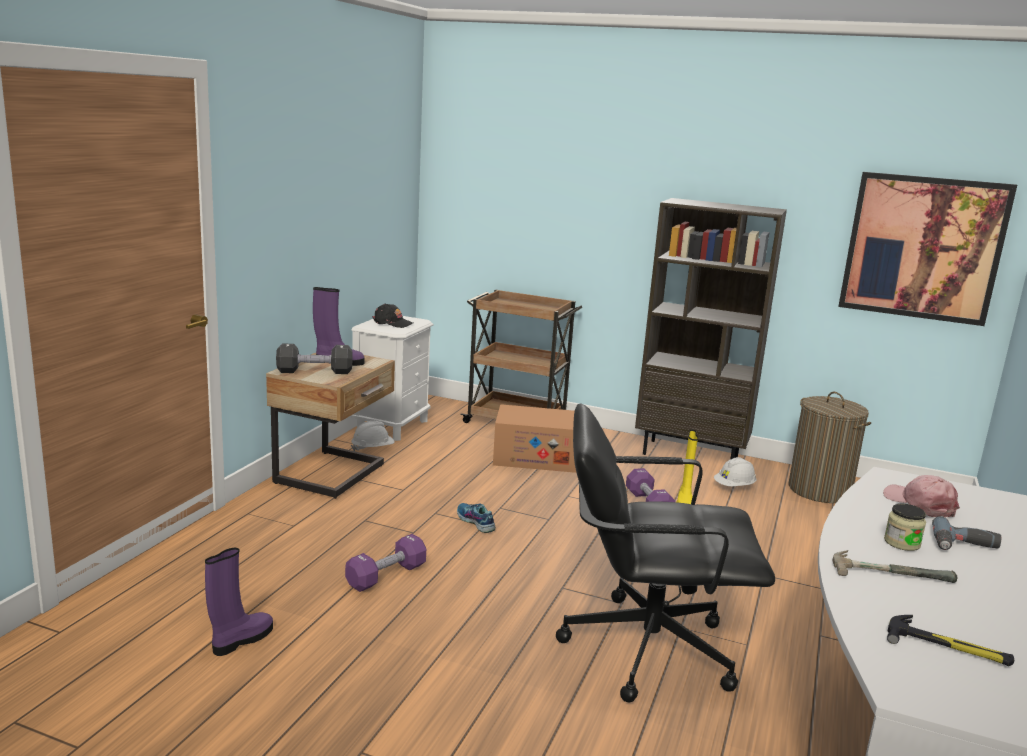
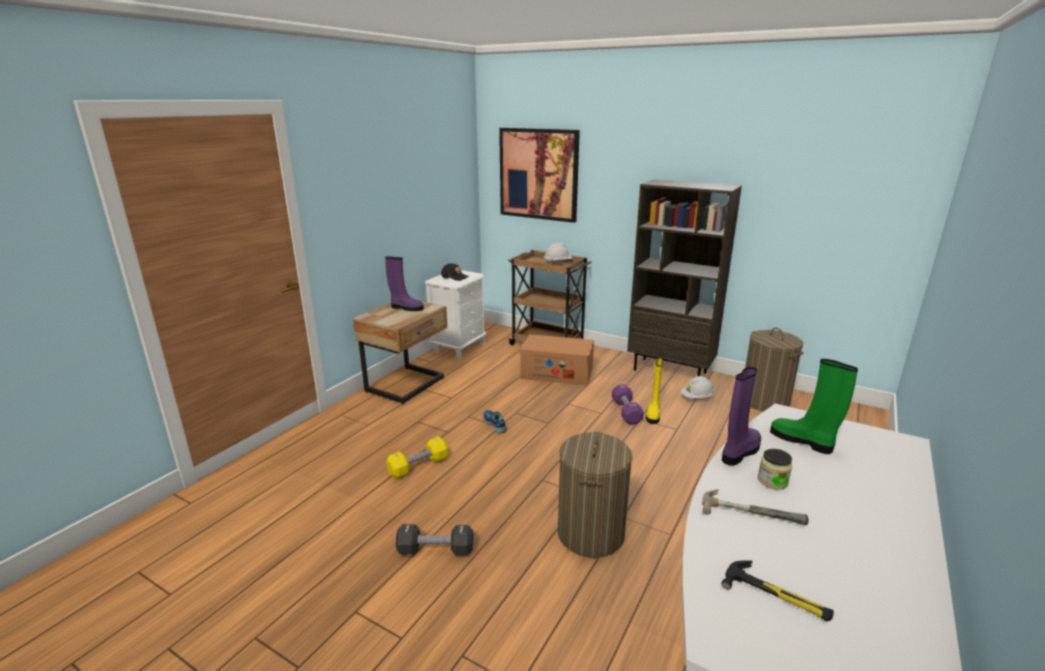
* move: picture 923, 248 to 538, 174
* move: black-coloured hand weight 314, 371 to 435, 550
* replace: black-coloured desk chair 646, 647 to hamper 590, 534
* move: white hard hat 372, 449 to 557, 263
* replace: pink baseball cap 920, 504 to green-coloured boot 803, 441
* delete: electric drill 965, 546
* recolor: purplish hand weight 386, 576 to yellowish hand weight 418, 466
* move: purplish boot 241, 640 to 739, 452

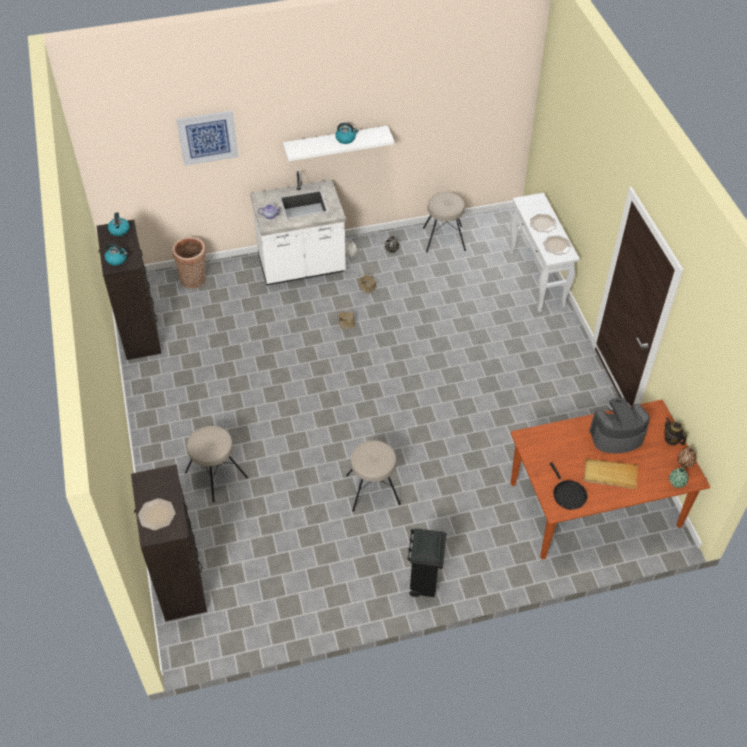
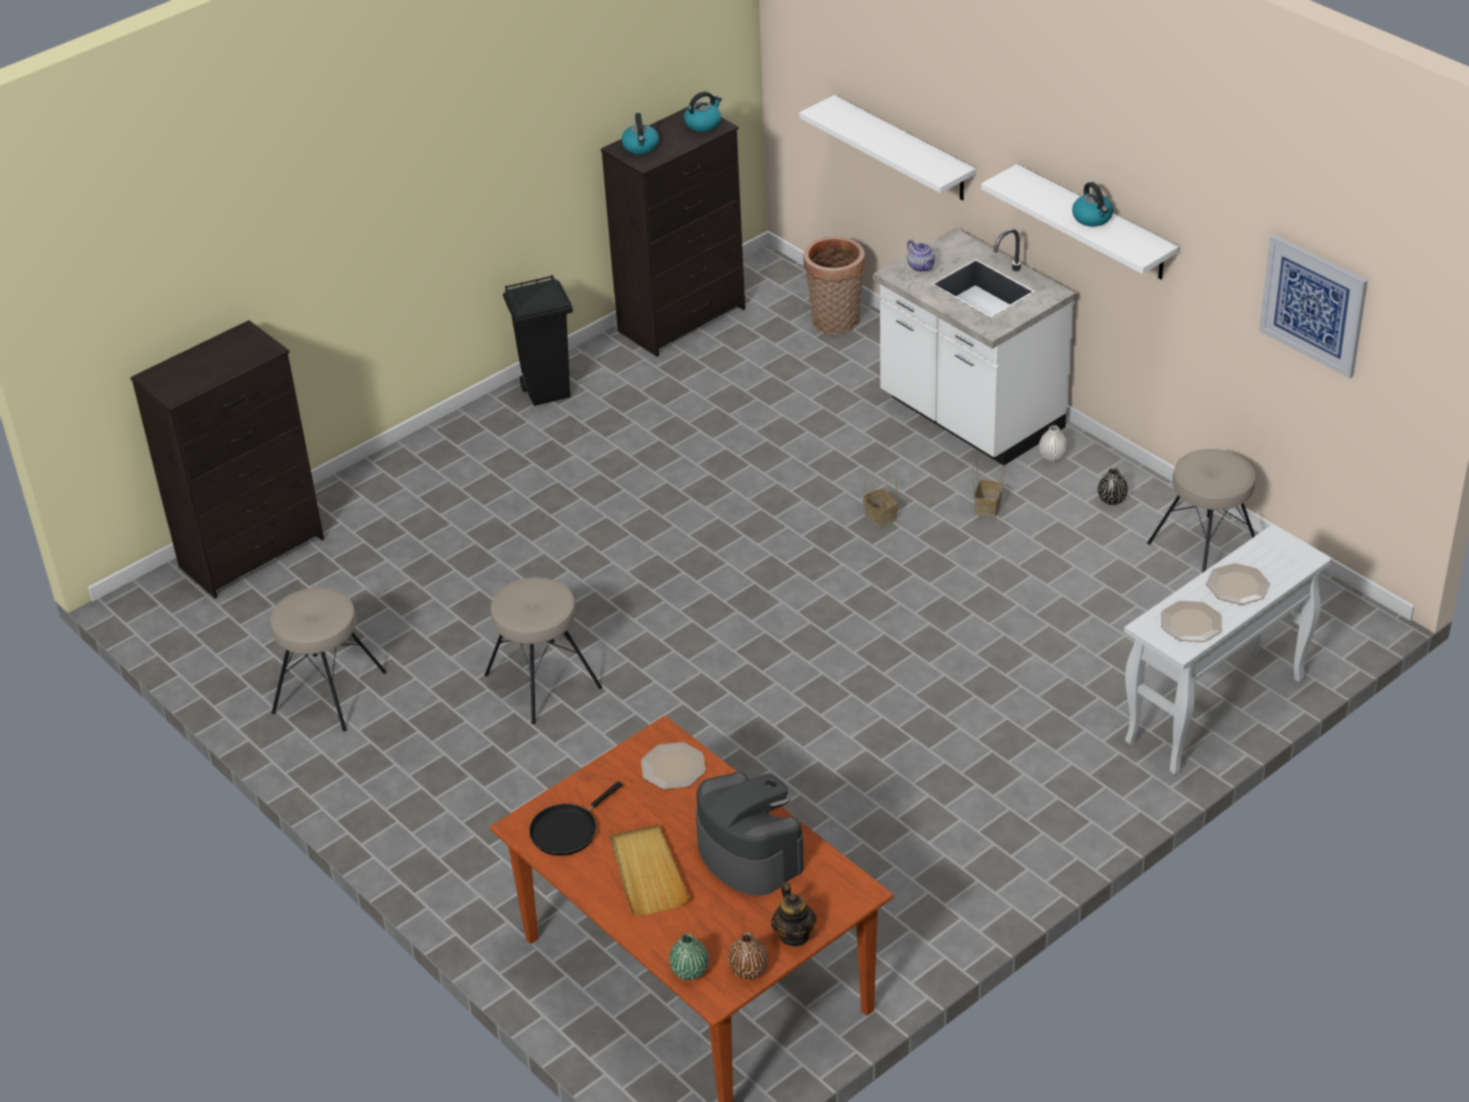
* move: picture 207, 137 to 1313, 305
* rotate: tea pot 671, 440 = 794, 935 135 degrees clockwise
* move: beige-coloured stool 216, 475 to 328, 692
* move: dinner plate 157, 514 to 674, 767
* move: black-coloured waste bin 423, 584 to 548, 392
* insert: white wall shelf 903, 149

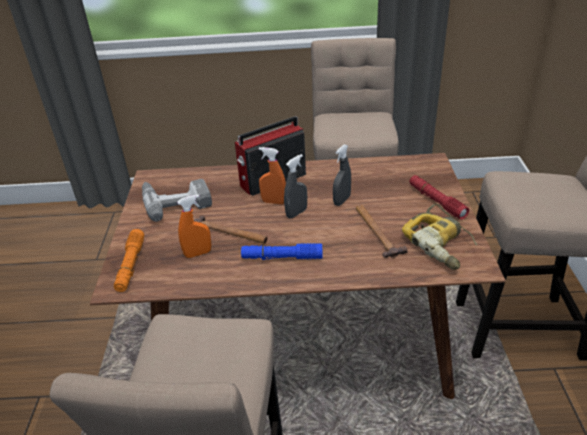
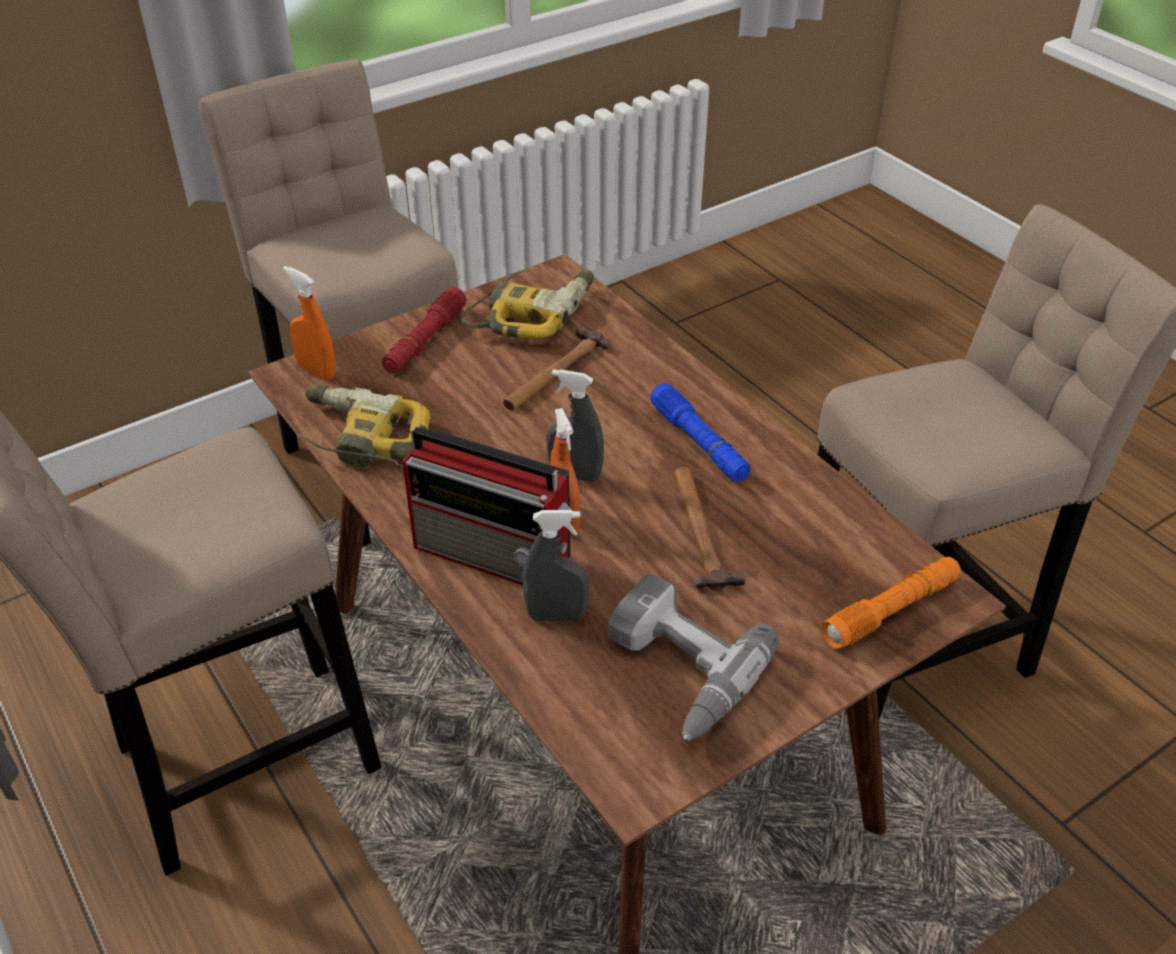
* move: grey hand sprayer 342, 200 to 556, 616
* move: orangey hand sprayer 198, 253 to 317, 371
* insert: electric drill 360, 440

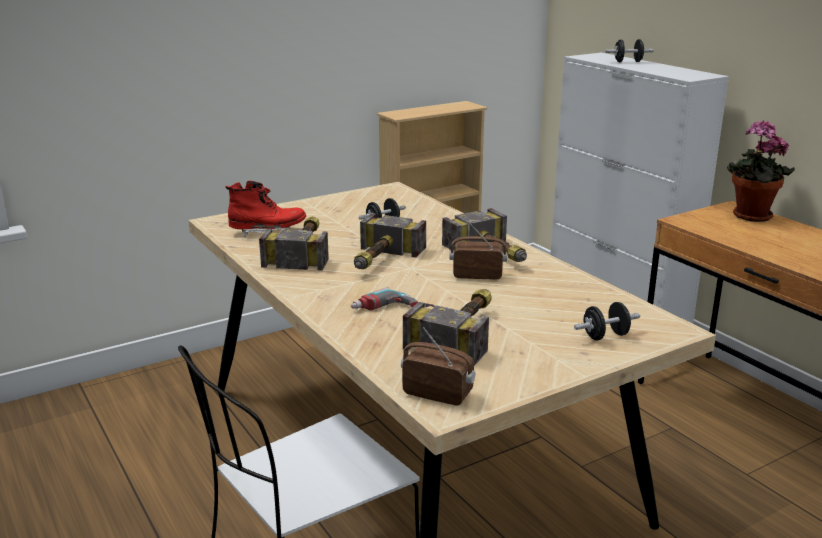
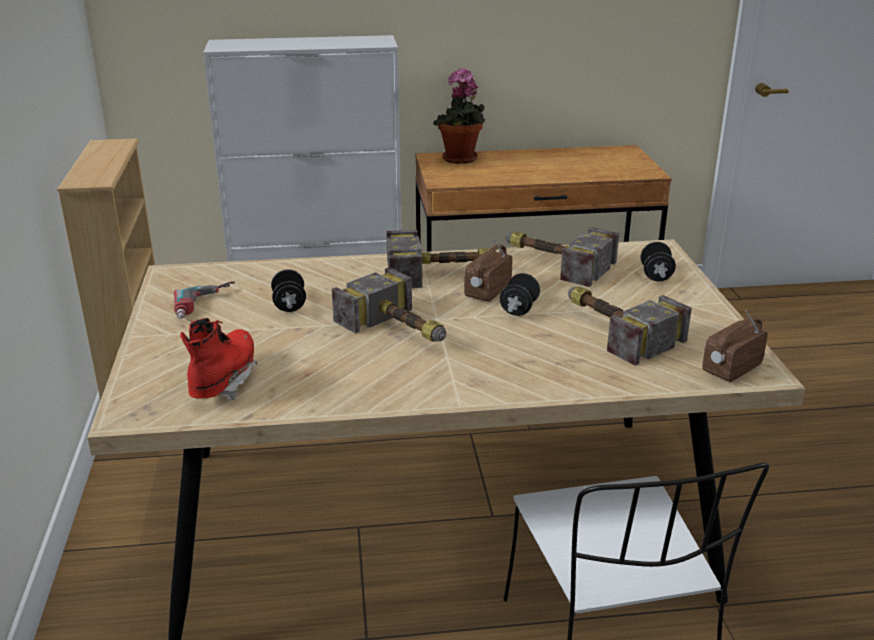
* move: black-coloured hand weight 628, 62 to 519, 309
* move: hammer 304, 250 to 552, 262
* move: electric drill 392, 311 to 206, 305

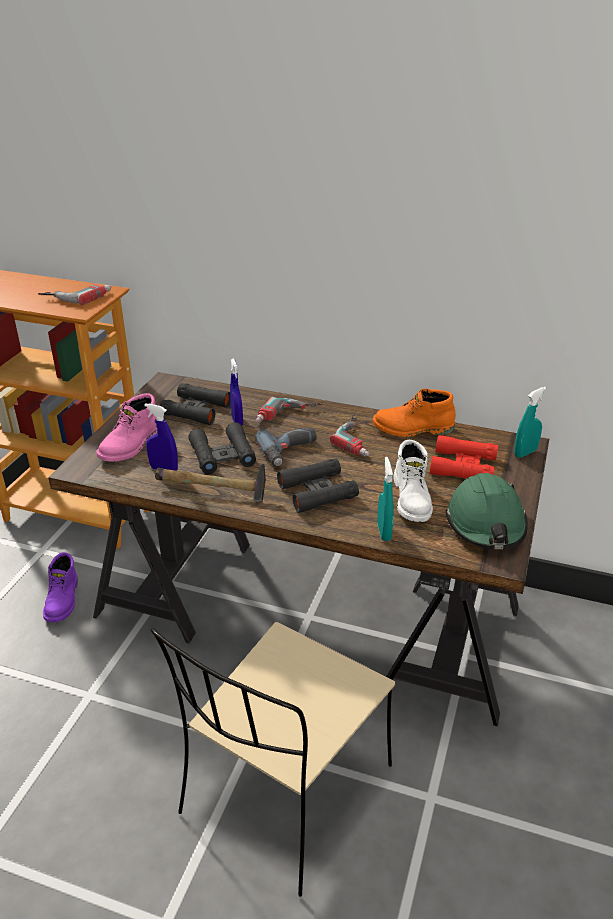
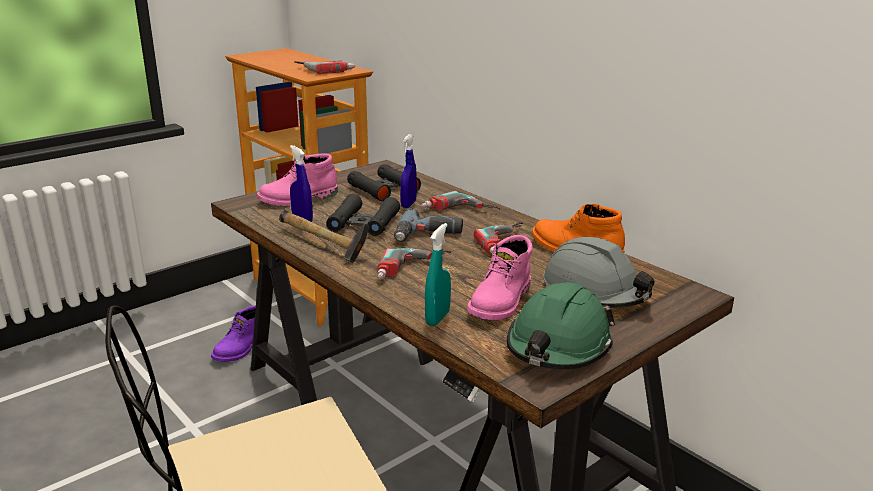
* delete: turquoise hand sprayer 525, 453
* replace: reddish binoculars 463, 466 to grey hard hat 595, 292
* recolor: white boot 412, 499 to pink boot 502, 302
* replace: black-coloured binoculars 317, 491 to electric drill 413, 270

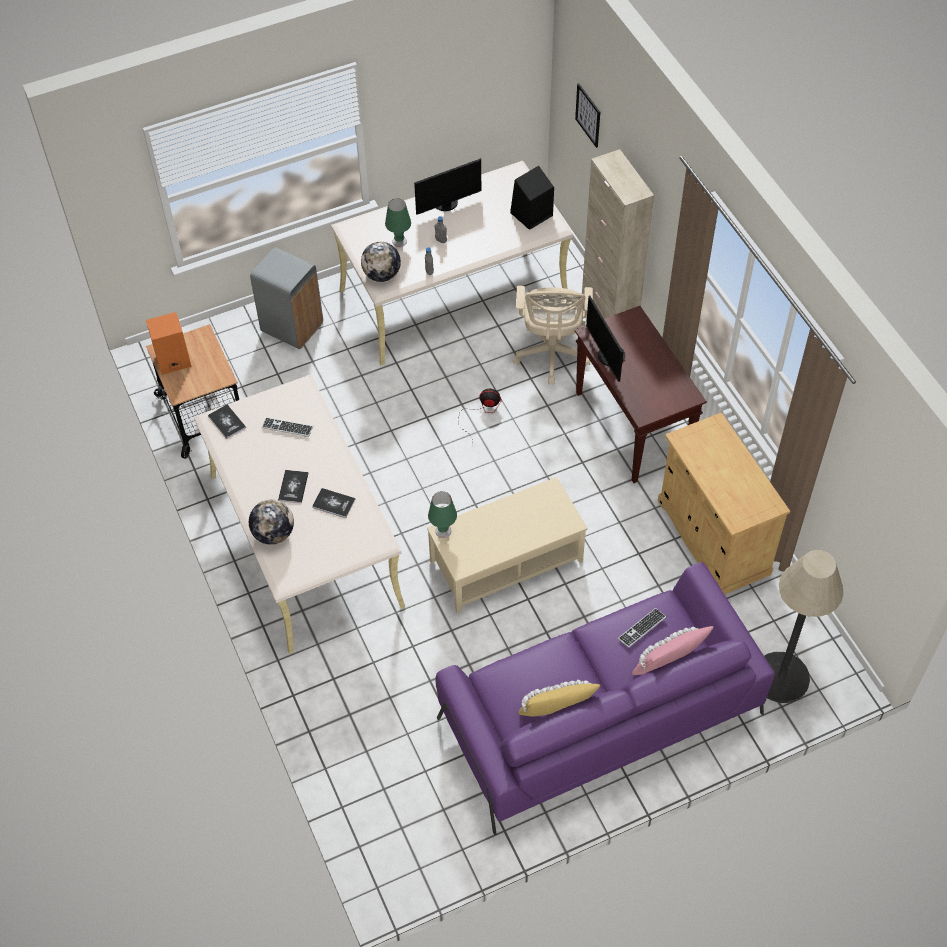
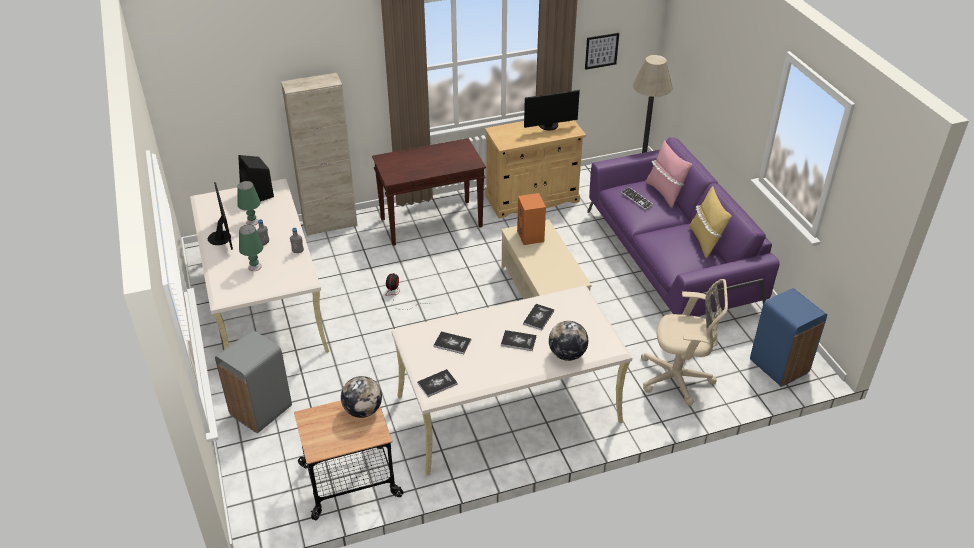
* move: picture 588, 115 to 601, 50
* move: world globe 382, 275 to 363, 410
* move: beige-coloured desk chair 551, 355 to 679, 379
* move: computer screen 608, 357 to 549, 126
* move: orangey loudspeaker 172, 361 to 531, 236
* replace: computer keyboard 287, 428 to bound book 452, 343
* move: green-coloured table lamp 443, 531 to 252, 222
* insert: blue-coloured waste bin 778, 367

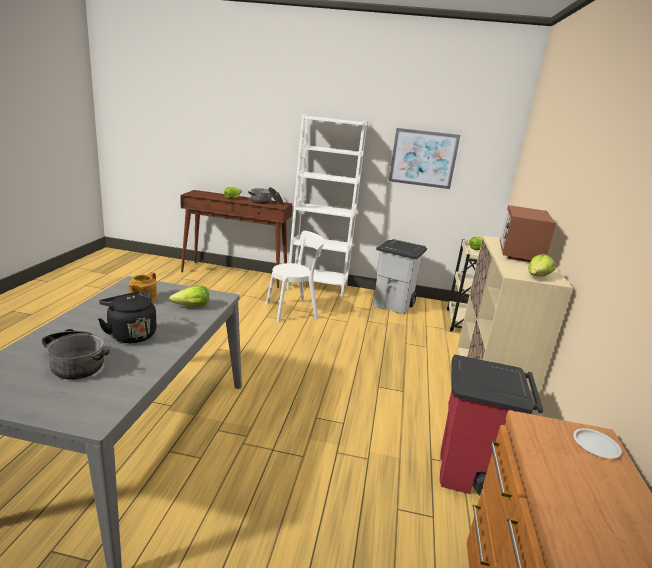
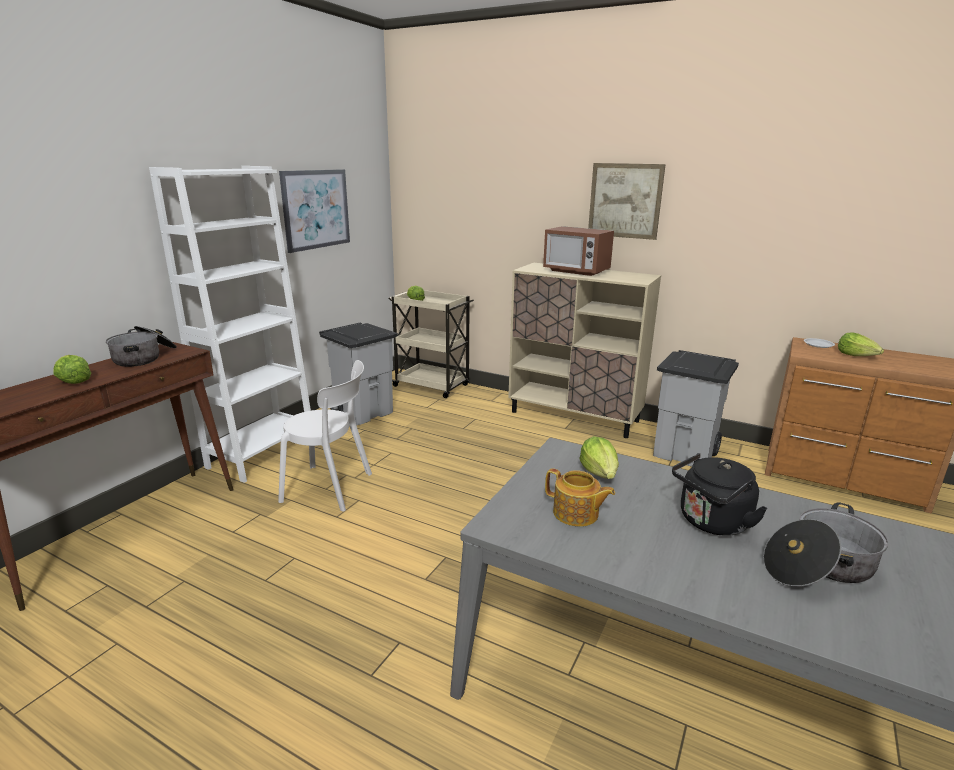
* rotate: white chair 294, 310 = 331, 488 105 degrees clockwise
* move: head of lettuce 537, 277 to 856, 356
* recolor: reddish waste bin 469, 474 to grey waste bin 686, 453
* insert: picture 625, 201

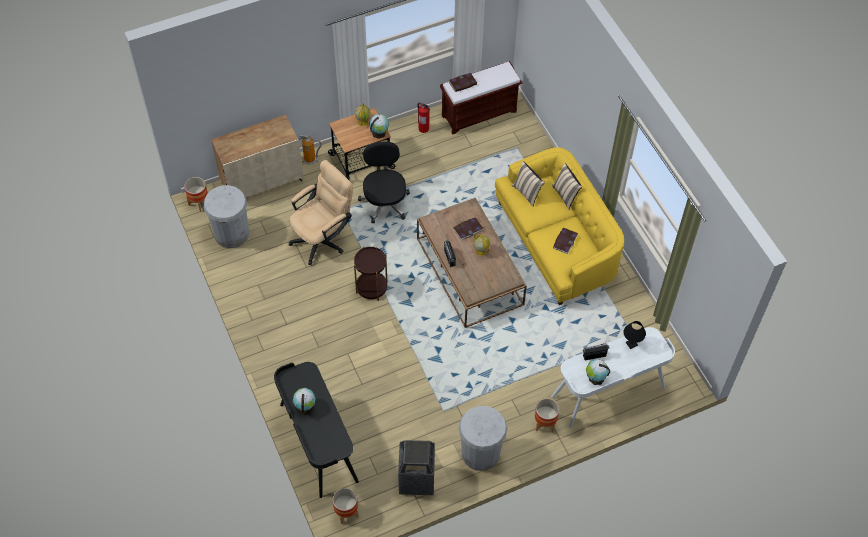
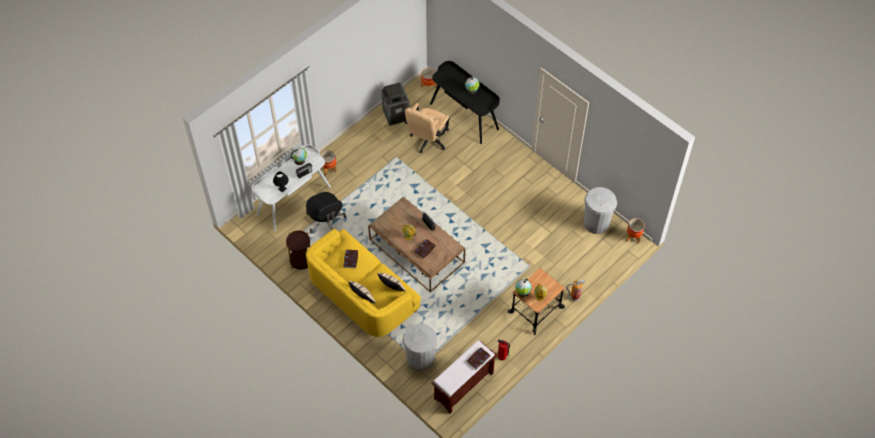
* delete: beige-coloured cabinet 262, 181
* move: black-coloured desk chair 384, 202 to 326, 221
* move: beige-coloured desk chair 323, 238 to 427, 141
* move: brown accent table 371, 287 to 301, 260
* move: white waste bin 480, 453 to 420, 358

